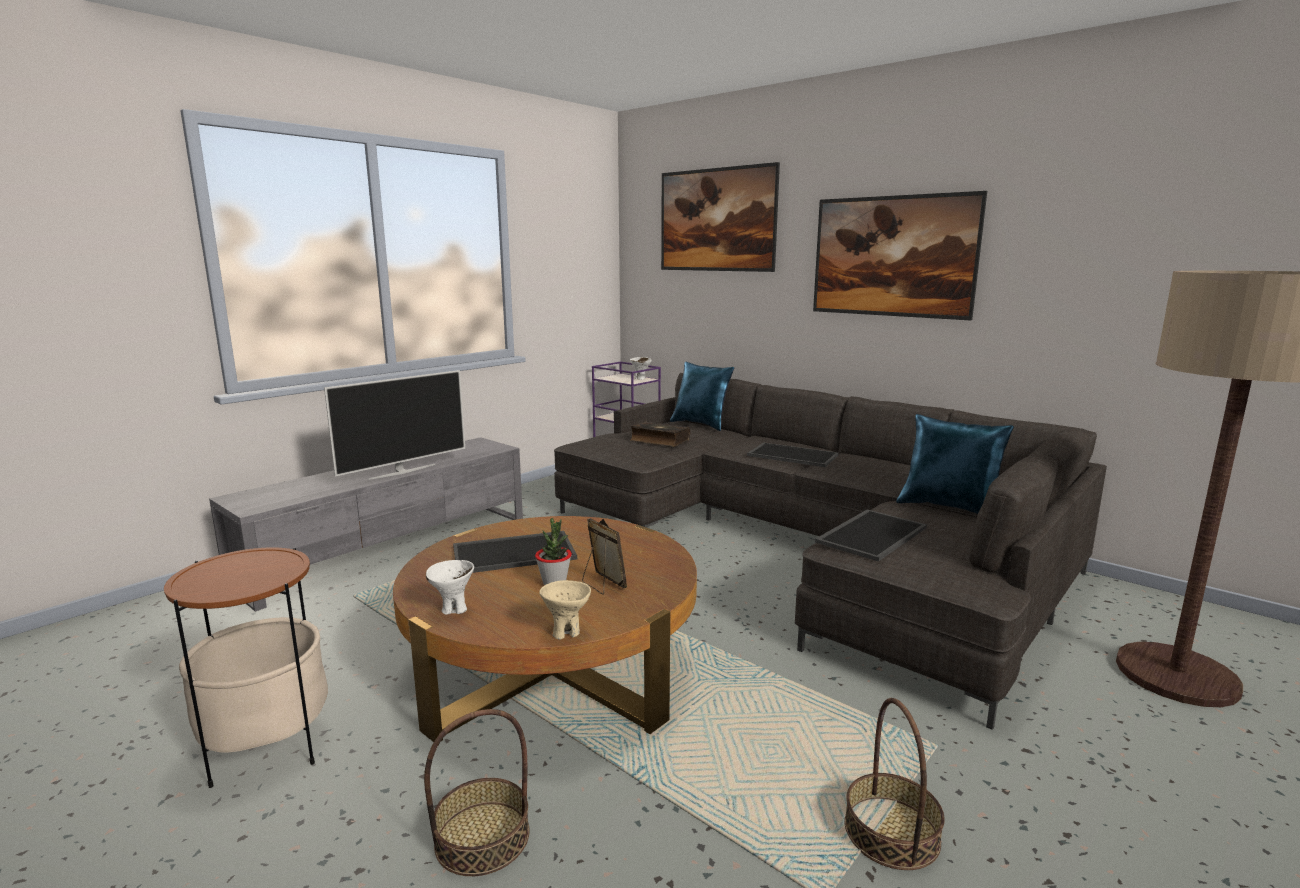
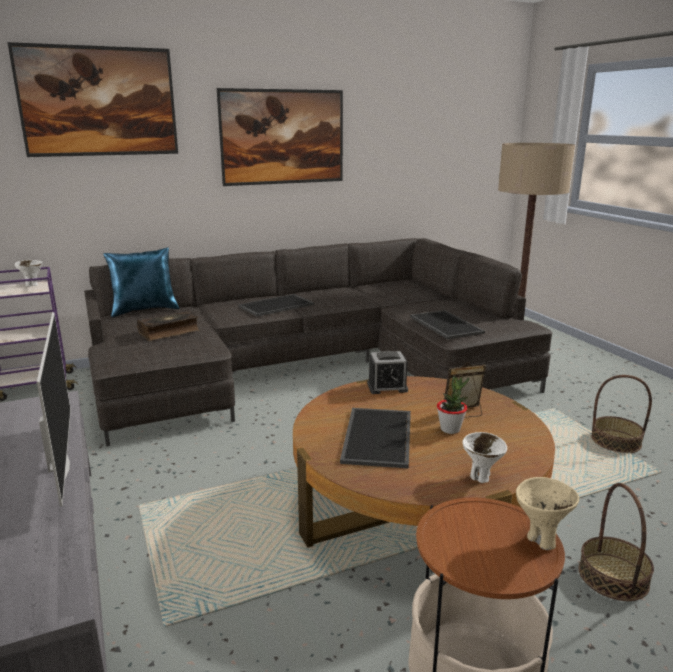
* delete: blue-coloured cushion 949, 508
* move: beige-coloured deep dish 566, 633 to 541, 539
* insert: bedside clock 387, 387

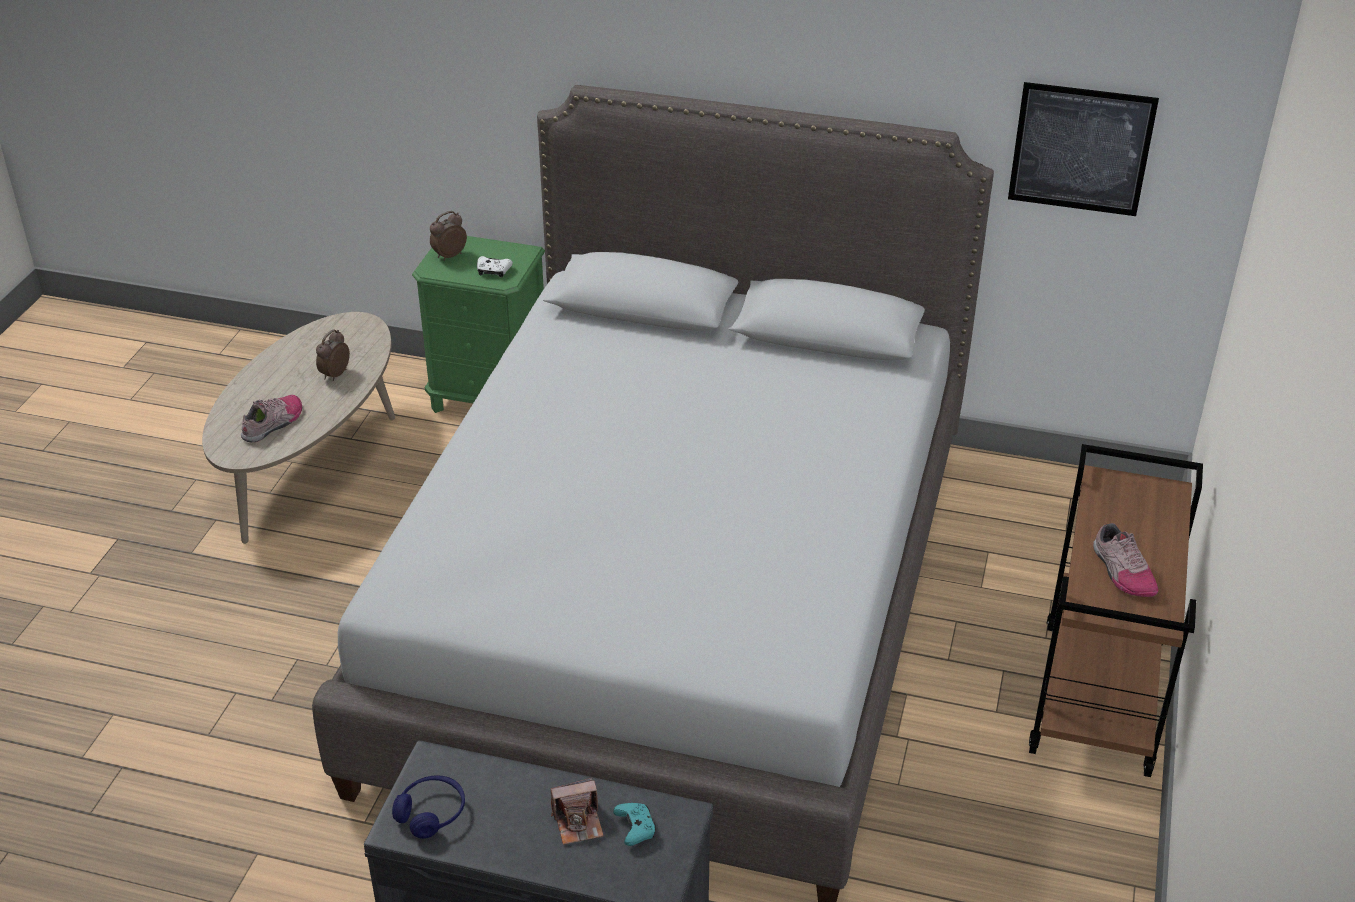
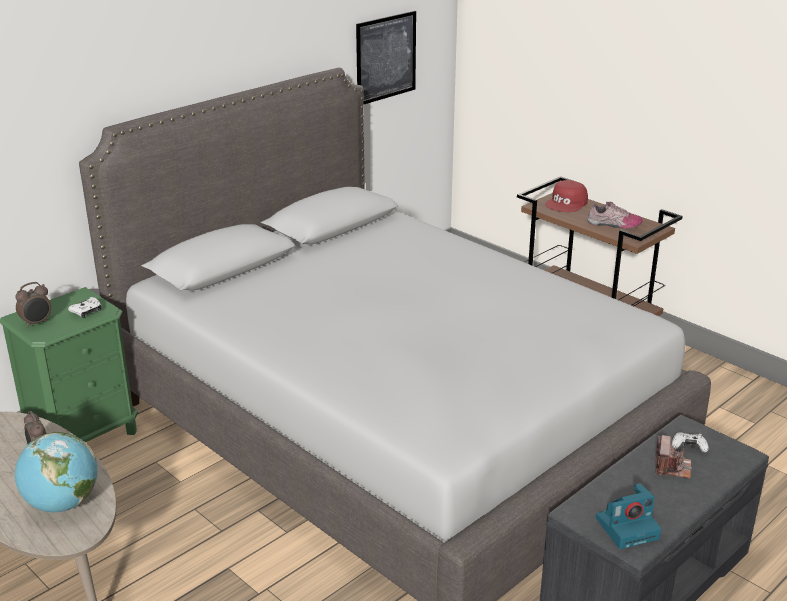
* rotate: bedside clock 449, 256 = 37, 323 120 degrees counterclockwise
* replace: low shoe 274, 424 to world globe 62, 504
* replace: blue-coloured headphones 431, 813 to photo camera 628, 527
* recolor: turquoise gamepad 635, 828 to white gamepad 688, 447
* insert: reddish baseball cap 567, 203

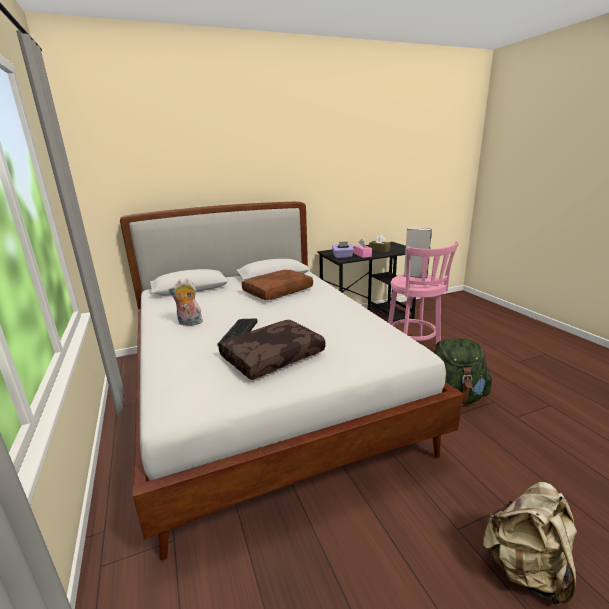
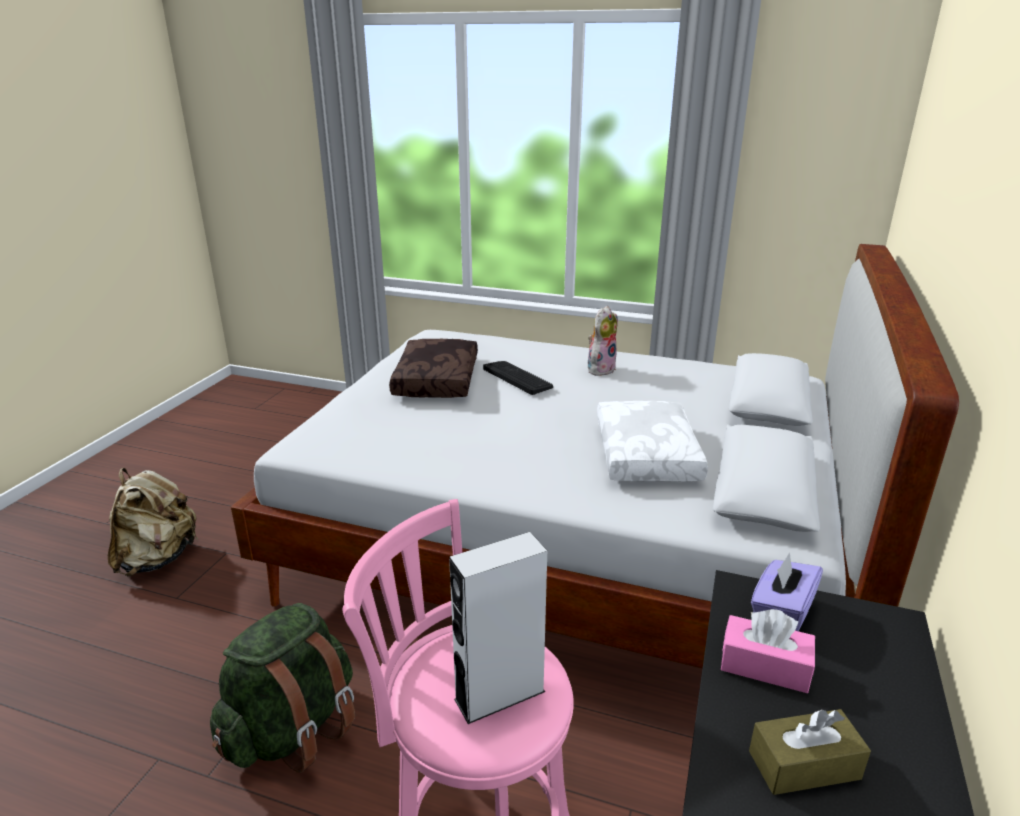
* recolor: brown cushion 278, 291 to white cushion 648, 455

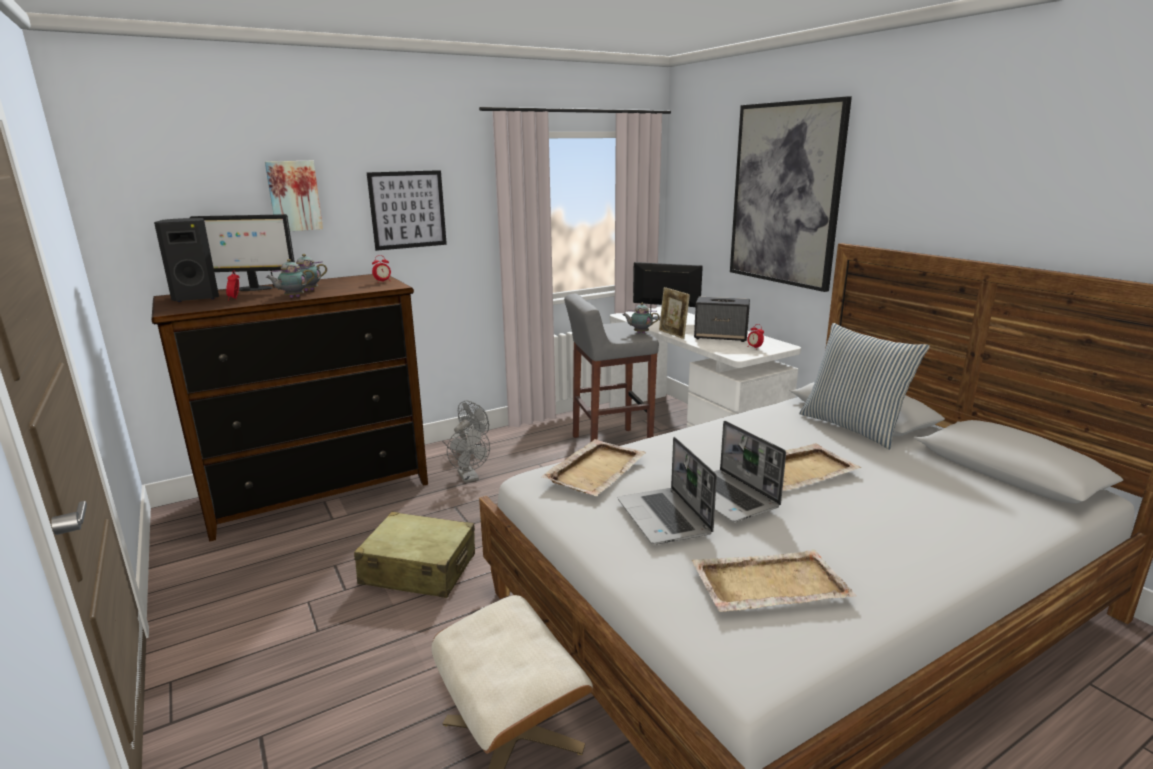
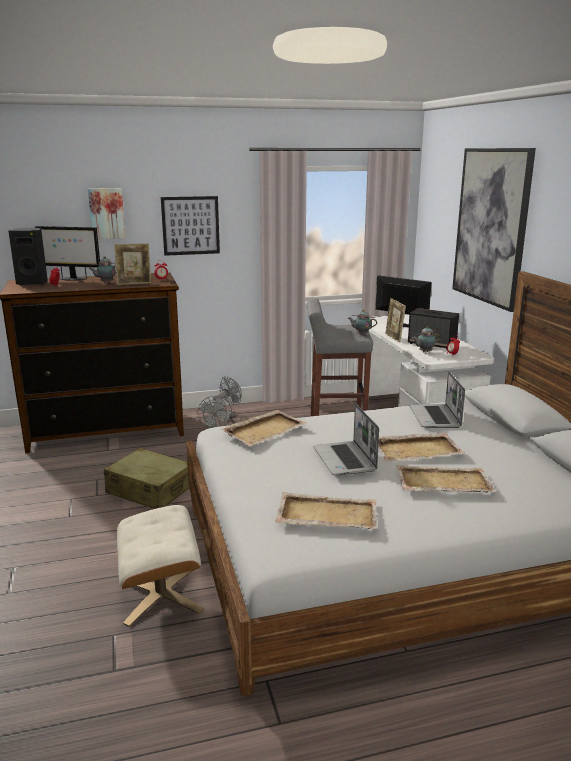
* move: tea pot 293, 297 to 424, 352
* delete: cushion 853, 427
* move: notebook computer 665, 518 to 435, 418
* insert: photo frame 134, 284
* insert: beige-coloured serving tray 442, 482

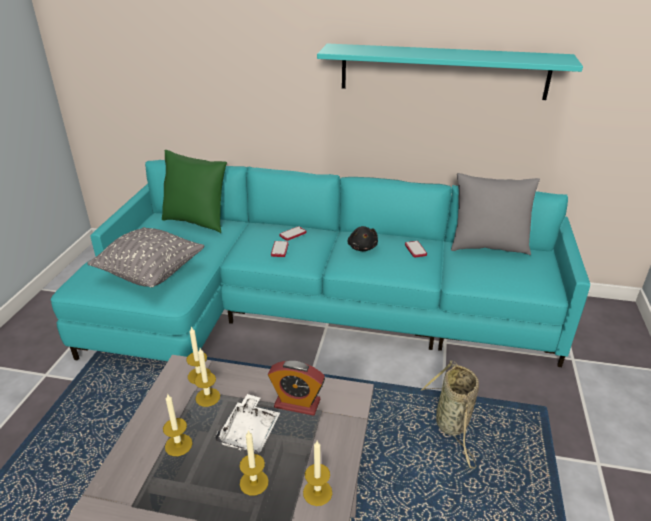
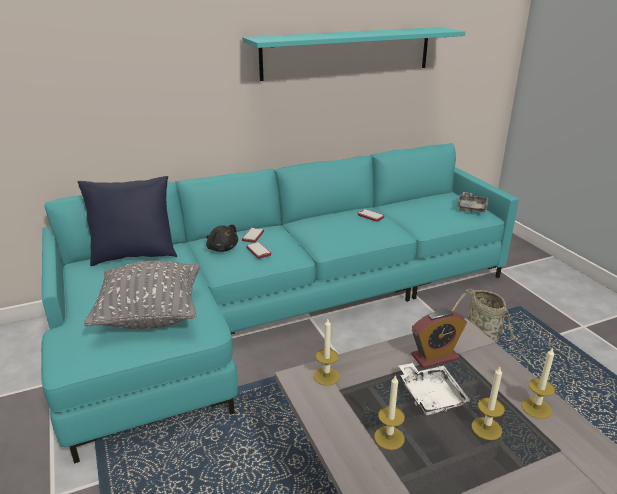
* recolor: green-coloured cushion 196, 221 to blue-coloured cushion 134, 255
* delete: grey cushion 488, 247
* move: black-coloured soft toy 362, 247 to 222, 248
* delete: candle 208, 397
* insert: grey serving tray 471, 207

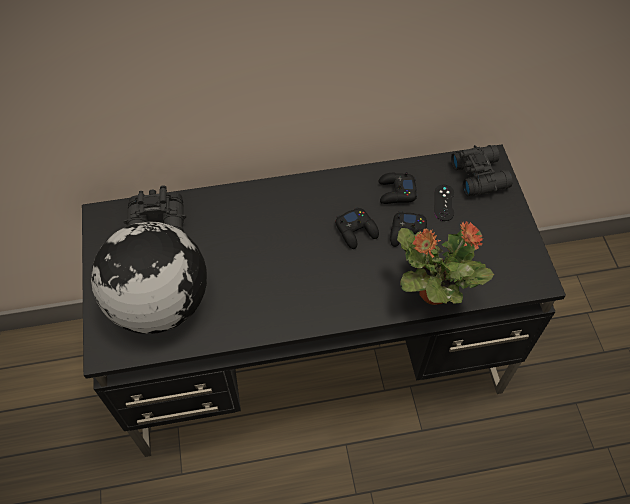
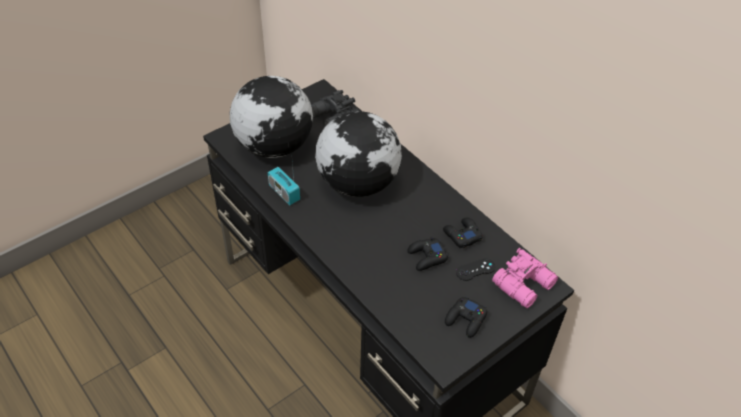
* recolor: black-coloured binoculars 480, 175 to pink binoculars 525, 284
* move: black-coloured gamepad 356, 231 to 466, 320
* delete: potted plant 432, 291
* insert: world globe 358, 182
* insert: radio 284, 193

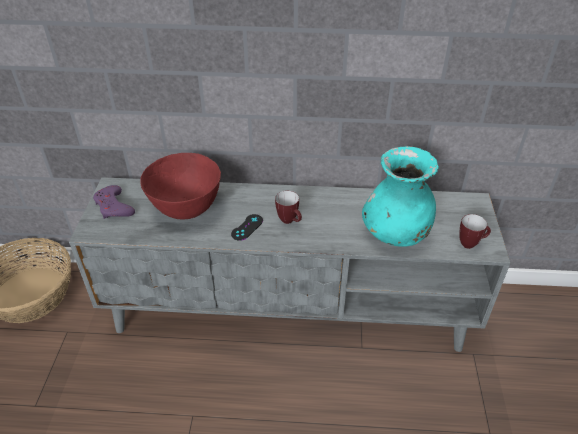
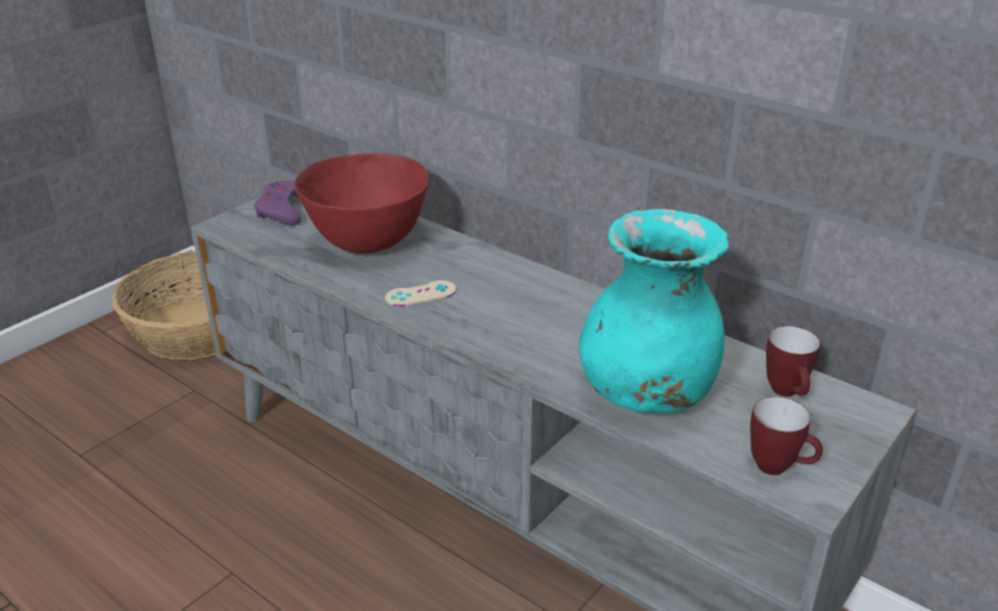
* move: mug 290, 221 to 788, 394
* recolor: black-coloured gamepad 247, 227 to beige-coloured gamepad 421, 294

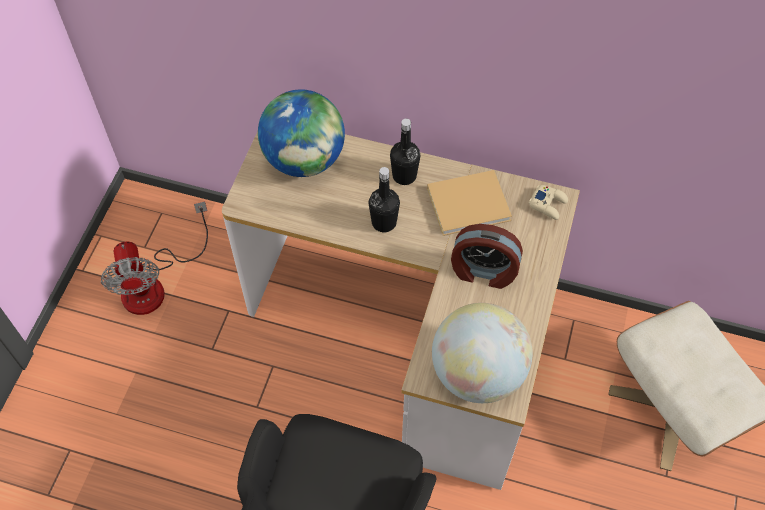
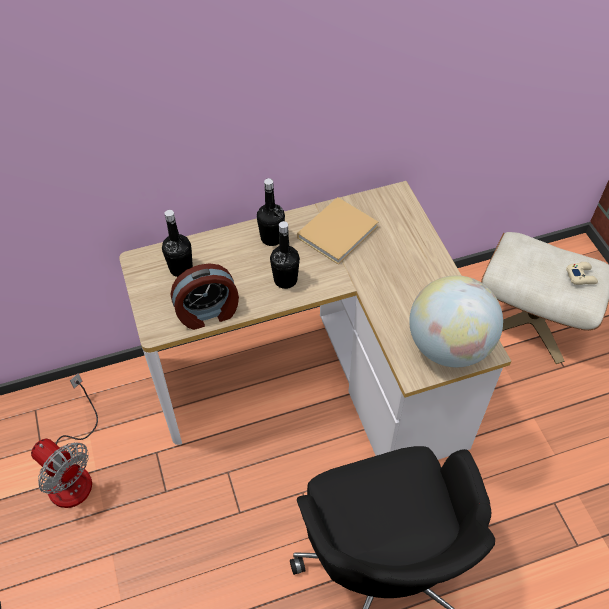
* replace: world globe 304, 159 to black-coloured bottle 181, 268
* move: beige-coloured gamepad 548, 204 to 581, 276
* move: bedside clock 483, 271 to 208, 313

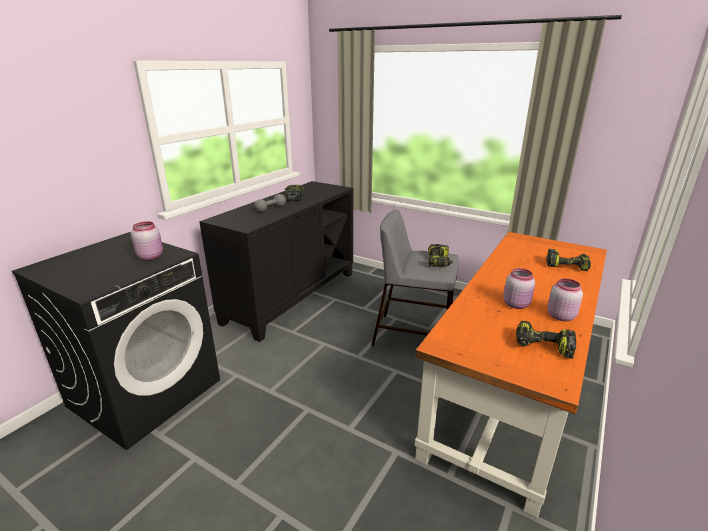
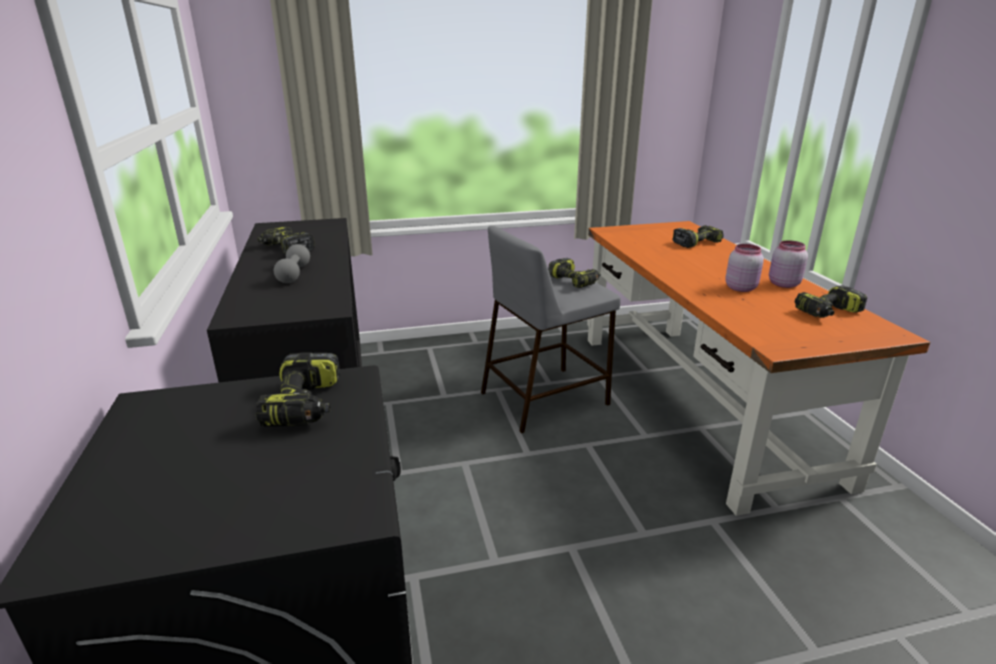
* replace: pink jar 150, 256 to electric drill 305, 405

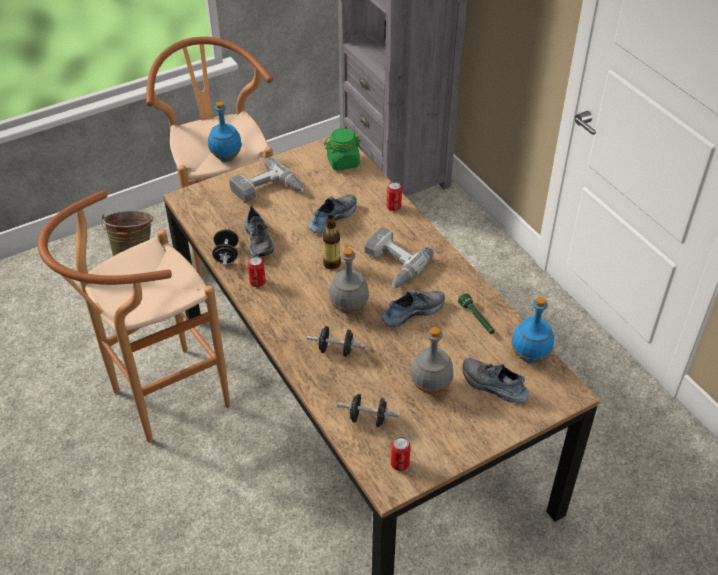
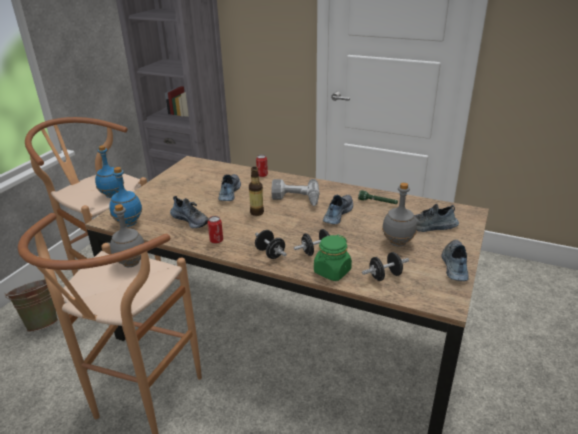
* move: green-coloured jar 343, 162 to 332, 271
* delete: electric drill 267, 190
* move: black-coloured hand weight 226, 255 to 270, 253
* move: grey bottle 349, 308 to 131, 263
* move: blue-coloured bottle 530, 356 to 129, 223
* delete: sealed can 399, 464
* insert: low shoe 454, 265

